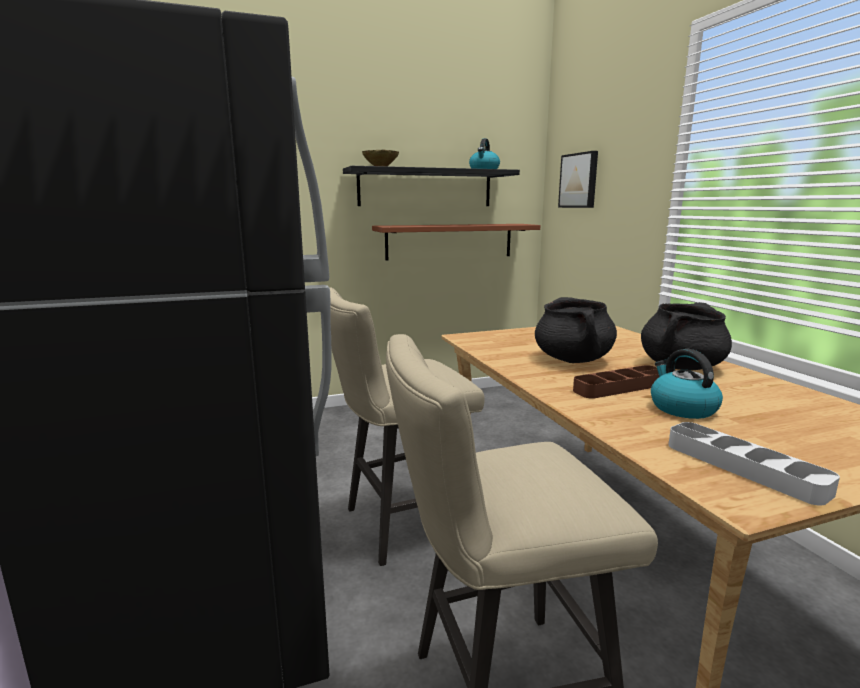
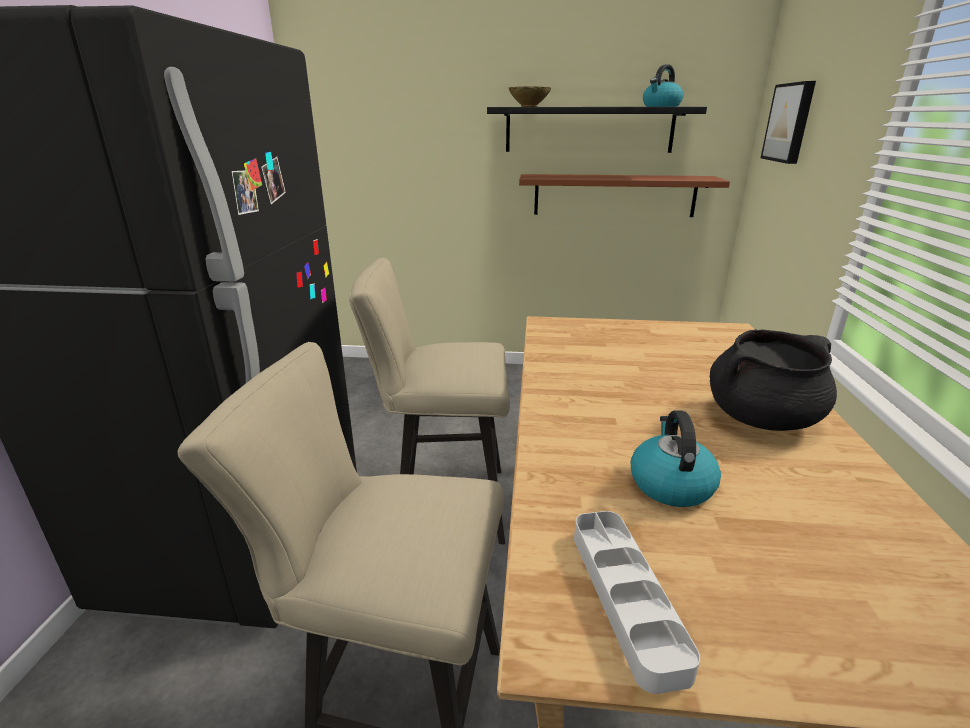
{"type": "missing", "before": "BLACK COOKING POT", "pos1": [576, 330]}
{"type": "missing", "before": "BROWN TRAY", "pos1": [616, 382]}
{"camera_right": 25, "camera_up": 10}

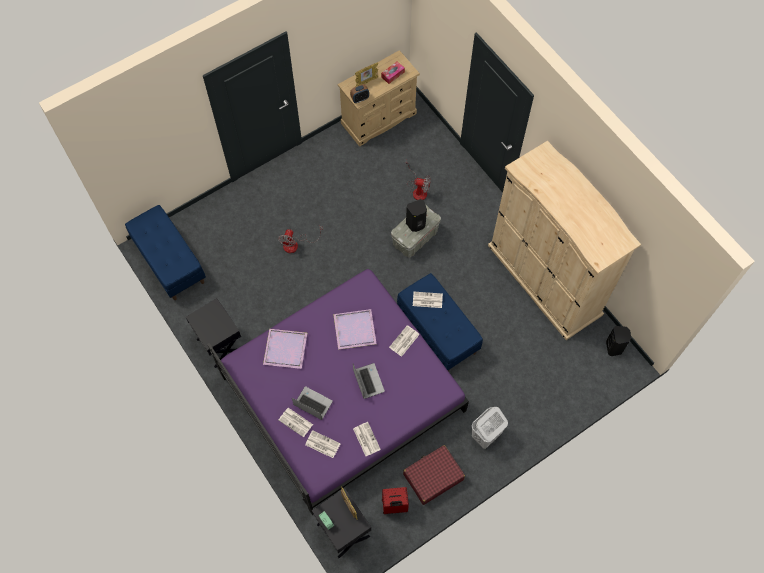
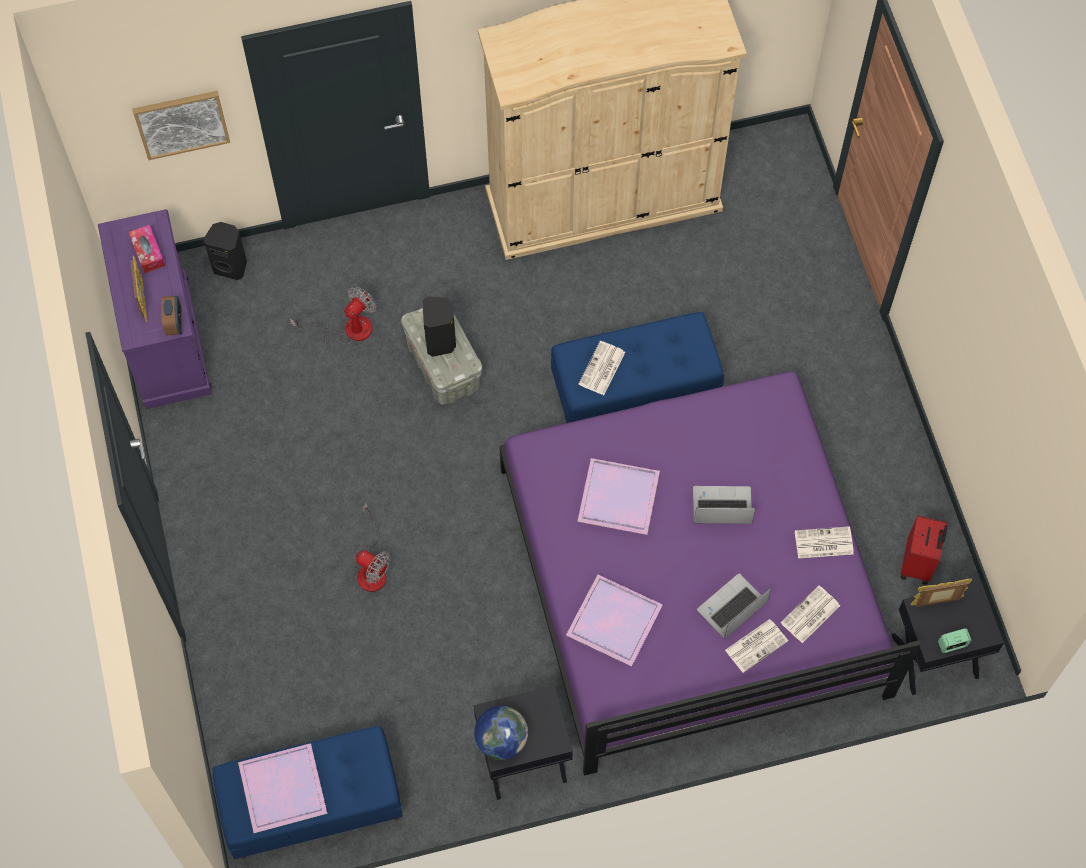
{"type": "missing", "before": "NEWSPAPER", "pos1": [404, 341]}
{"type": "missing", "before": "RED SUITCASE", "pos1": [434, 475]}
{"type": "missing", "before": "WHITE LAUNDRY BASKET", "pos1": [490, 428]}
{"type": "appeared", "after": "PICTURE", "pos2": [181, 125]}
{"type": "appeared", "after": "PURPLE TRAY", "pos2": [282, 788]}
{"type": "appeared", "after": "GLOBE", "pos2": [501, 733]}
{"type": "relocated", "before": "BLACK SPEAKER", "pos1": [618, 341], "pos2": [225, 251]}
{"type": "colour", "before": "BEIGE DRESSER", "after": "PURPLE DRESSER", "pos1": [379, 98], "pos2": [155, 309]}
{"camera_right": -70, "camera_up": 0}

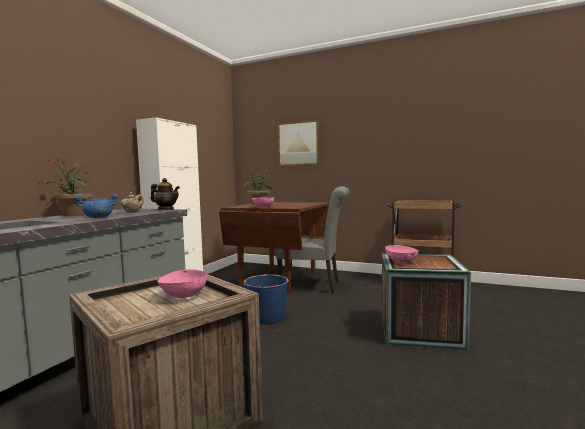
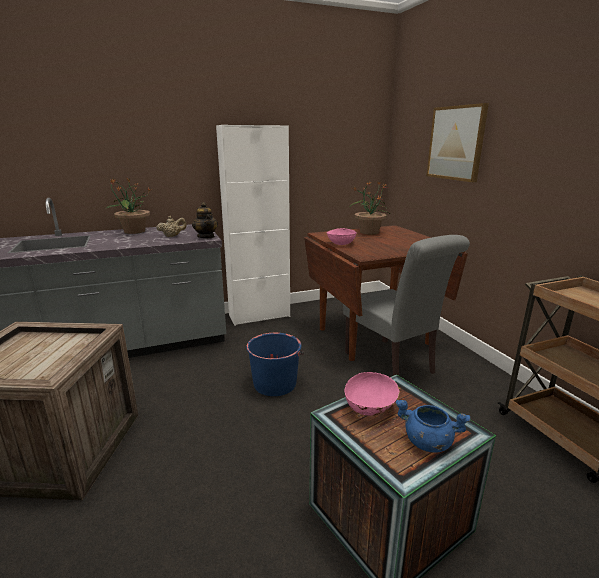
{"type": "missing", "before": "PINK BOWL", "pos1": [182, 283]}
{"type": "relocated", "before": "BLUE COOKING POT", "pos1": [96, 206], "pos2": [433, 426]}
{"camera_right": 45, "camera_up": 15}

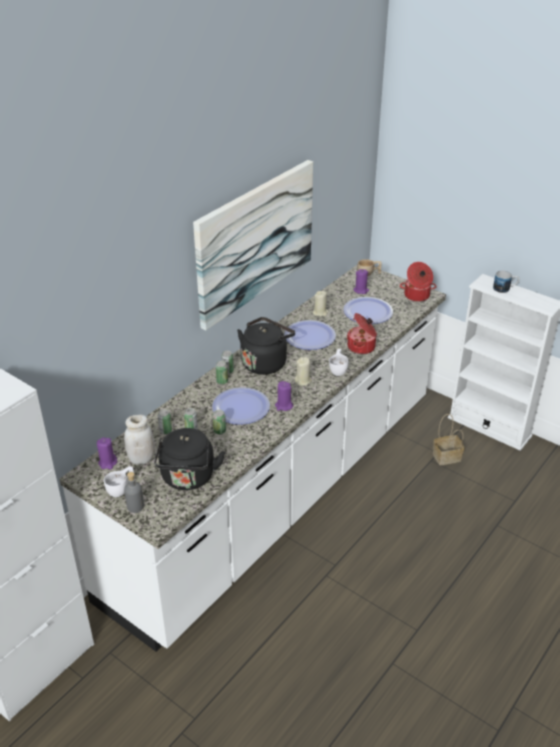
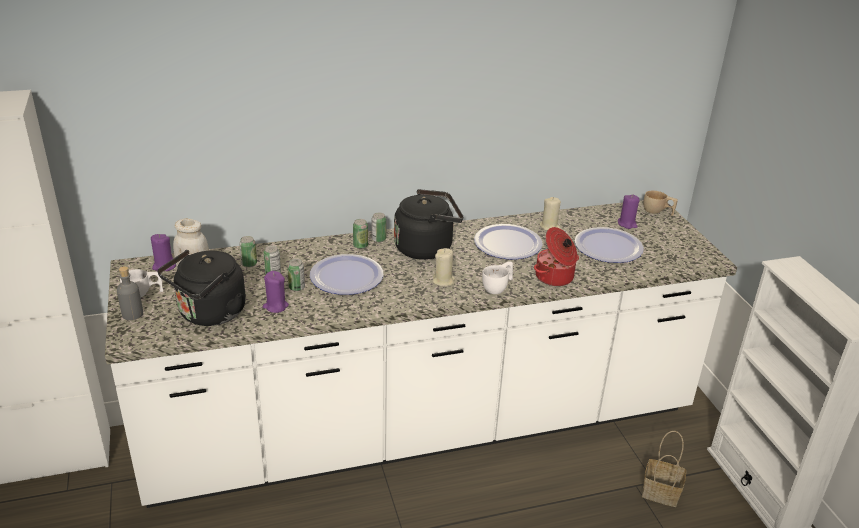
{"type": "missing", "before": "PICTURE", "pos1": [253, 245]}
{"type": "missing", "before": "COOKING POT", "pos1": [418, 282]}
{"type": "missing", "before": "MUG", "pos1": [506, 282]}
{"type": "relocated", "before": "PURPLE CANDLE", "pos1": [284, 396], "pos2": [276, 292]}
{"camera_right": 35, "camera_up": -5}

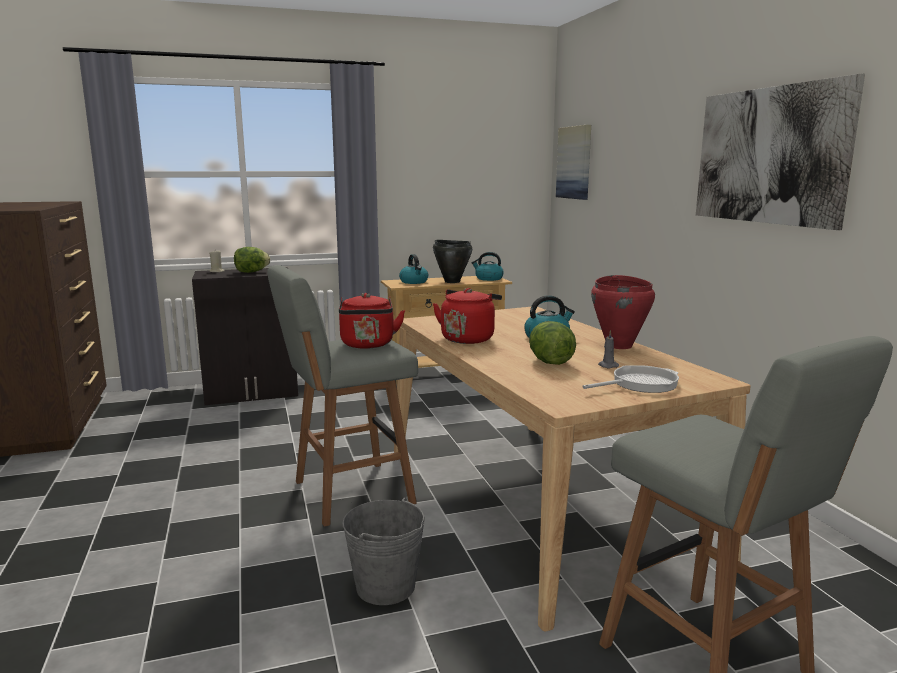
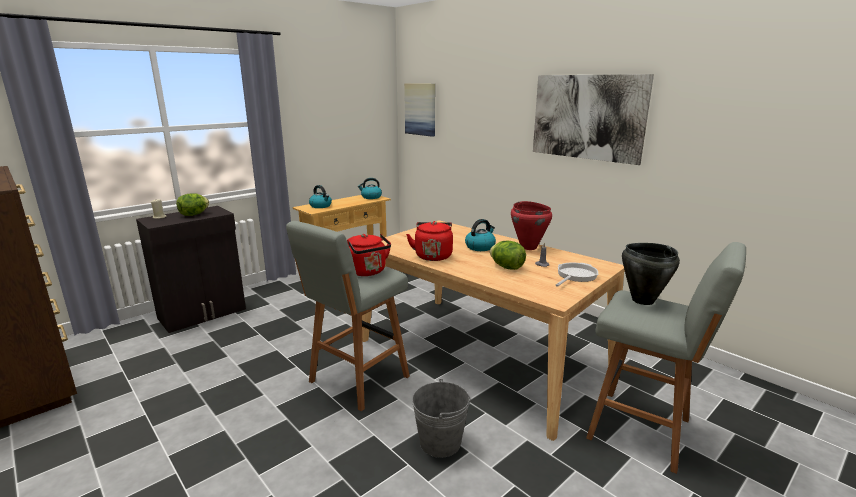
{"type": "relocated", "before": "BLACK COOKING POT", "pos1": [452, 261], "pos2": [651, 274]}
{"camera_right": -25, "camera_up": 5}

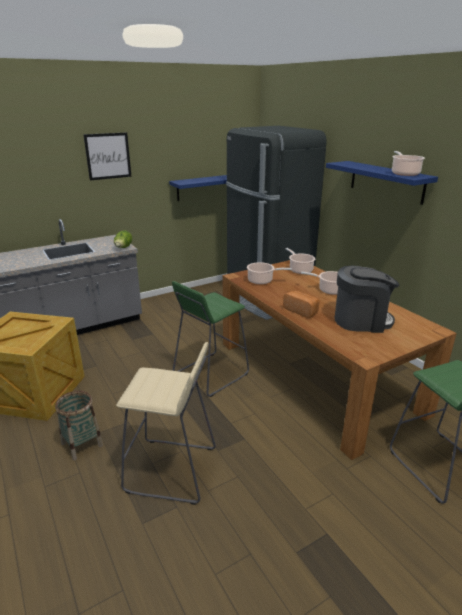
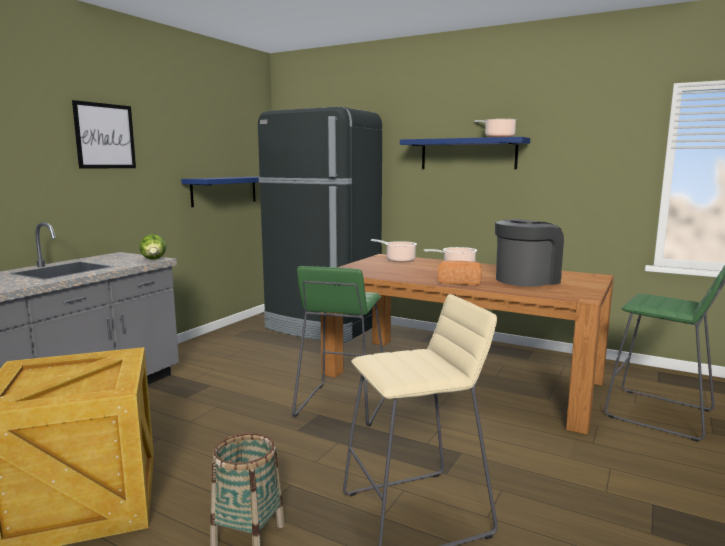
{"type": "missing", "before": "COOKING POT", "pos1": [269, 273]}
{"camera_right": -30, "camera_up": -15}

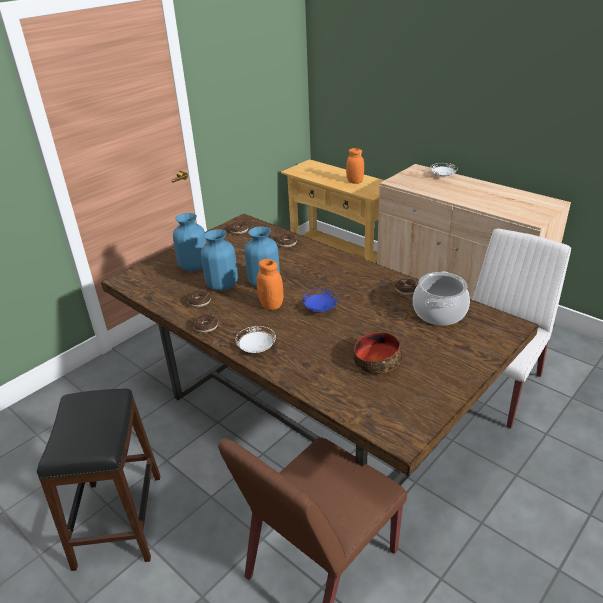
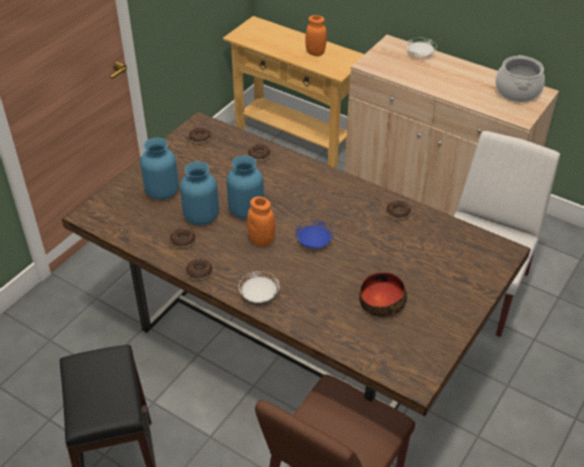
{"type": "relocated", "before": "COOKING POT", "pos1": [441, 298], "pos2": [520, 78]}
{"camera_right": -10, "camera_up": 10}

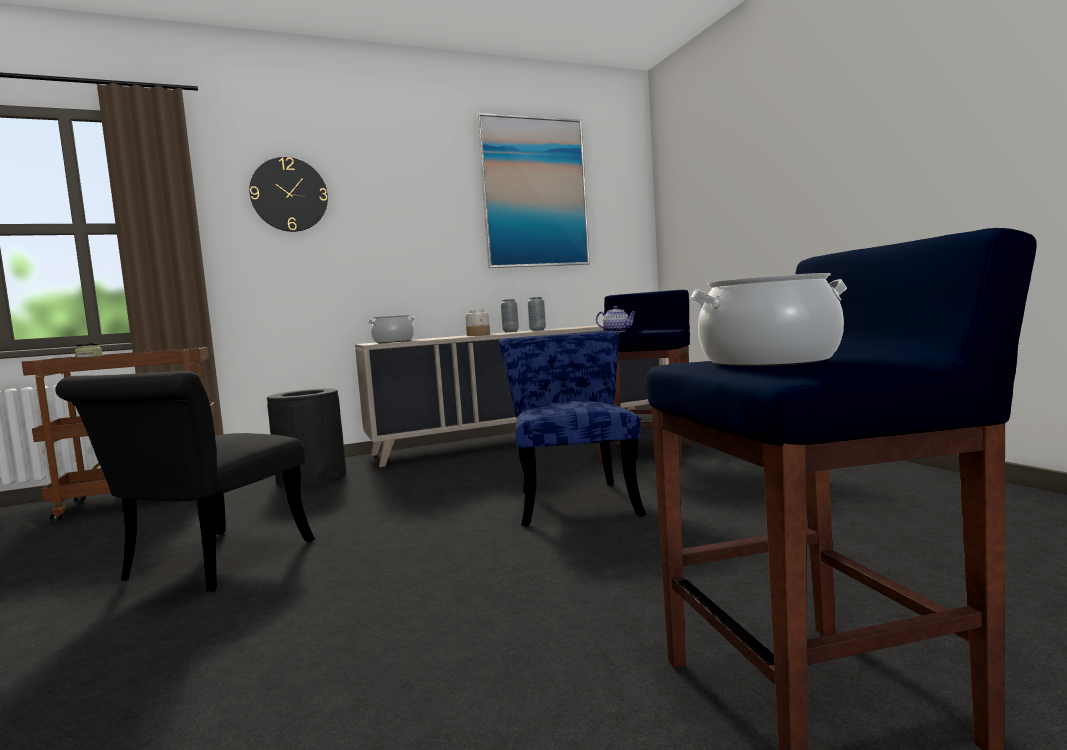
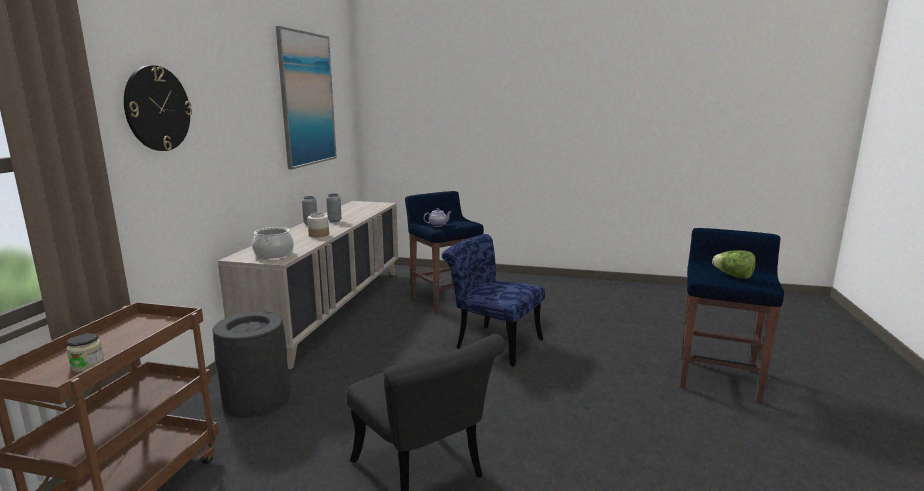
{"type": "exchanged", "before": "COOKING POT", "after": "LETTUCE", "pos1": [768, 320], "pos2": [734, 264]}
{"camera_right": -55, "camera_up": 10}

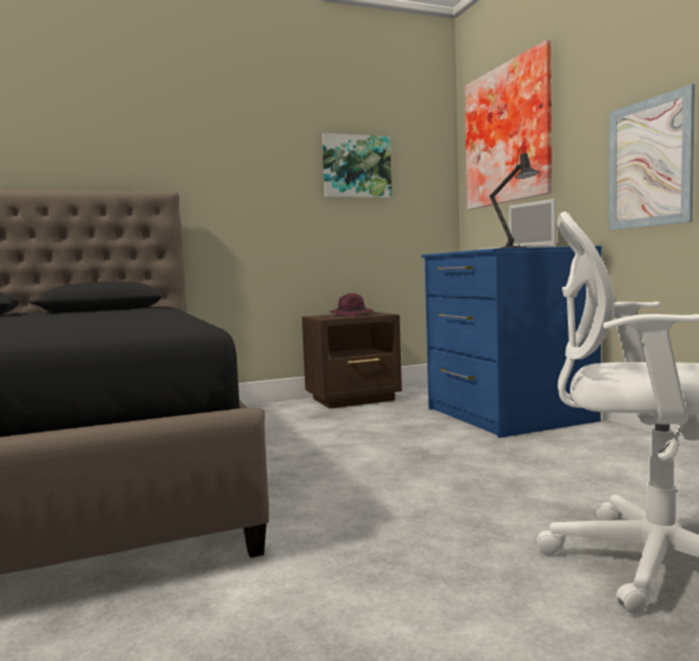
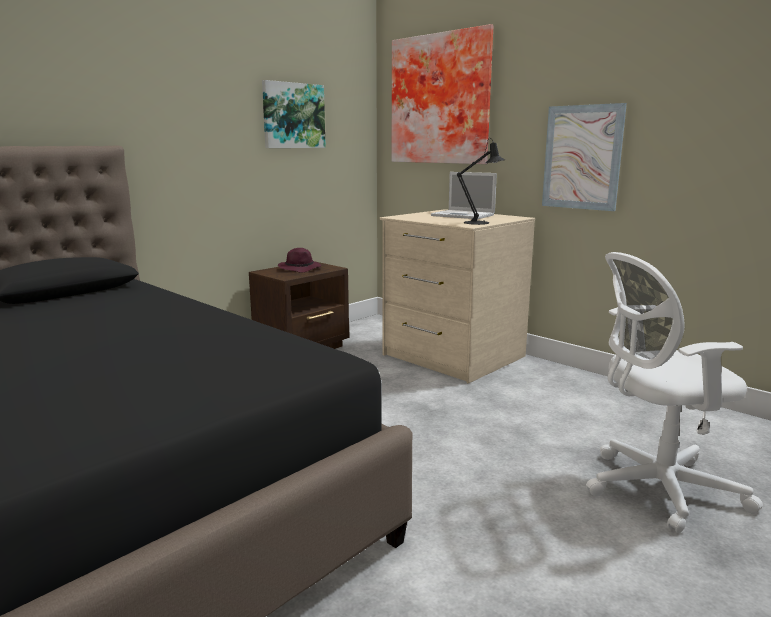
{"type": "colour", "before": "BLUE DRESSER", "after": "BEIGE DRESSER", "pos1": [511, 342], "pos2": [457, 296]}
{"camera_right": -25, "camera_up": 10}

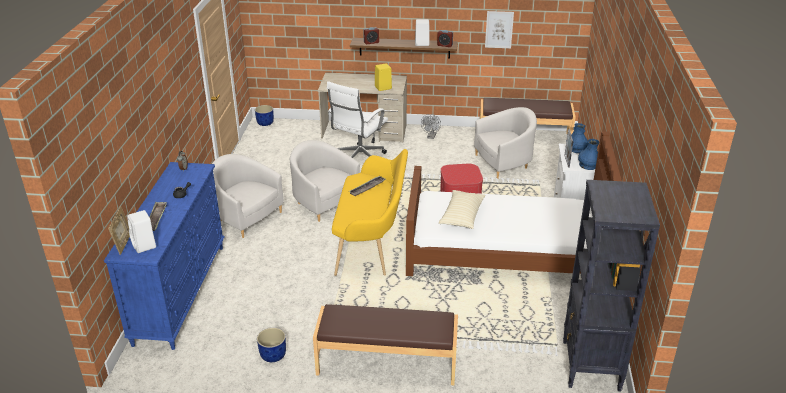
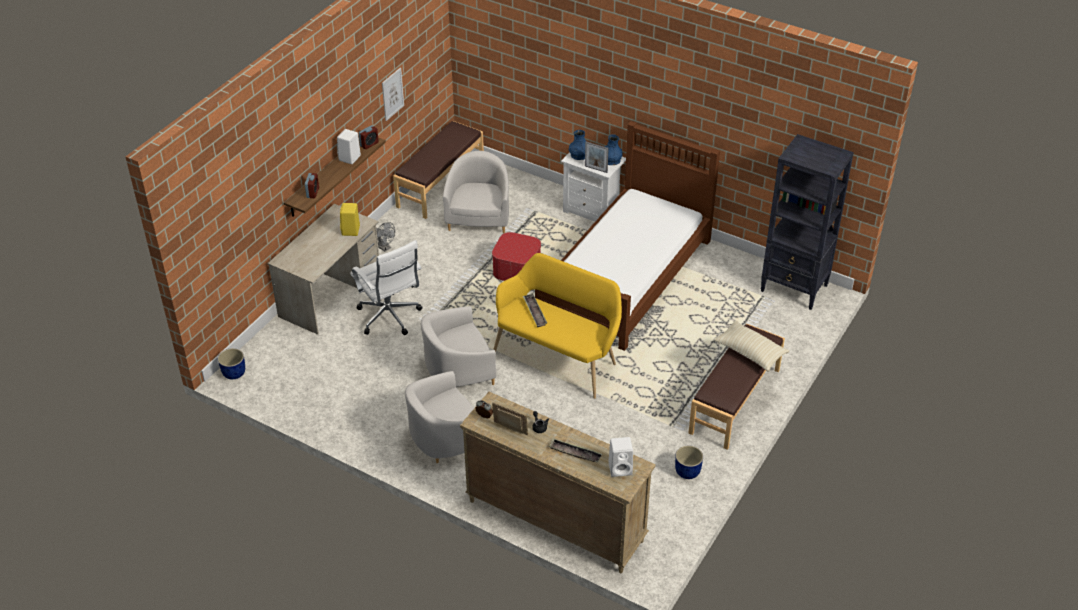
{"type": "relocated", "before": "PICTURE FRAME", "pos1": [119, 230], "pos2": [510, 418]}
{"type": "relocated", "before": "BEIGE PILLOW", "pos1": [462, 209], "pos2": [751, 346]}
{"type": "colour", "before": "BLUE DRESSER", "after": "BEIGE DRESSER", "pos1": [164, 256], "pos2": [558, 482]}
{"camera_right": -65, "camera_up": 10}

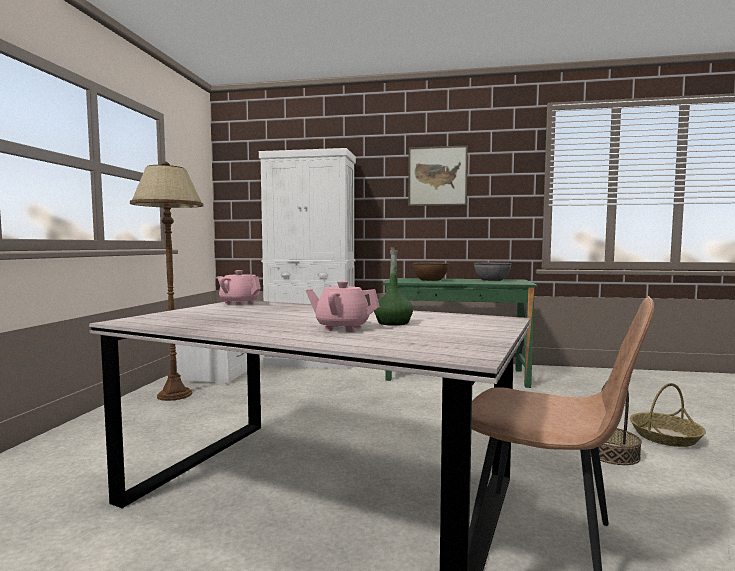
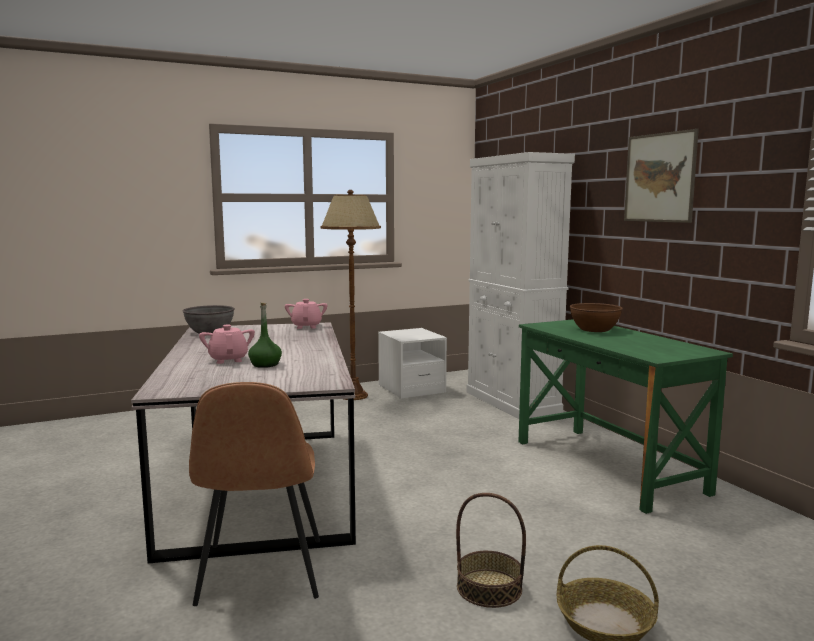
{"type": "relocated", "before": "GREY BOWL", "pos1": [492, 271], "pos2": [208, 319]}
{"camera_right": 55, "camera_up": 5}

